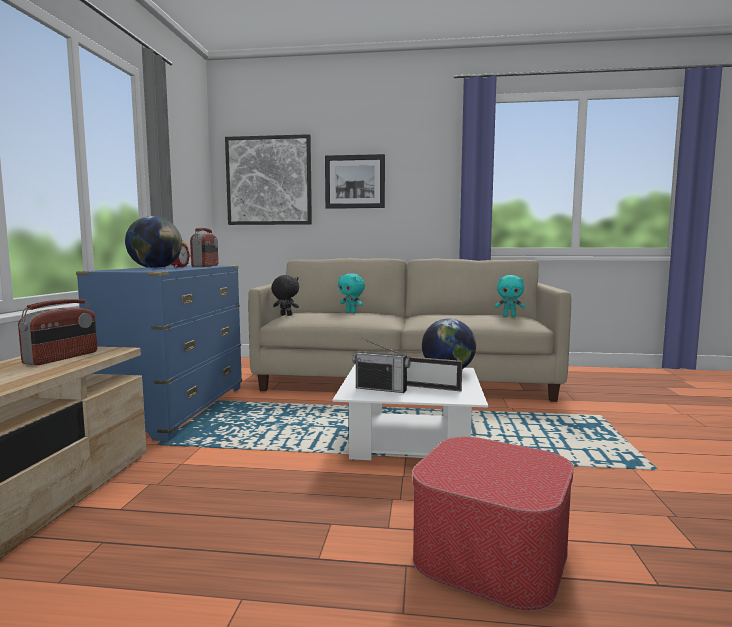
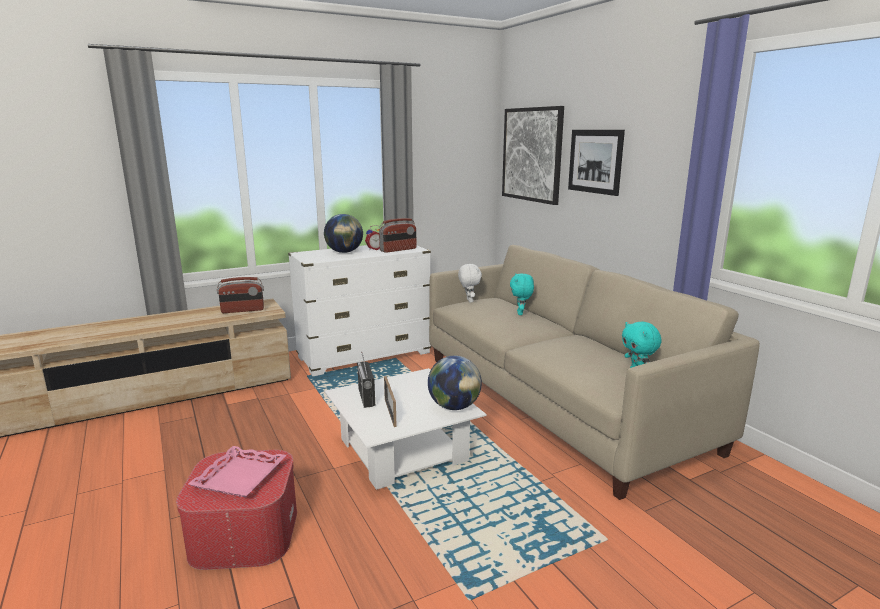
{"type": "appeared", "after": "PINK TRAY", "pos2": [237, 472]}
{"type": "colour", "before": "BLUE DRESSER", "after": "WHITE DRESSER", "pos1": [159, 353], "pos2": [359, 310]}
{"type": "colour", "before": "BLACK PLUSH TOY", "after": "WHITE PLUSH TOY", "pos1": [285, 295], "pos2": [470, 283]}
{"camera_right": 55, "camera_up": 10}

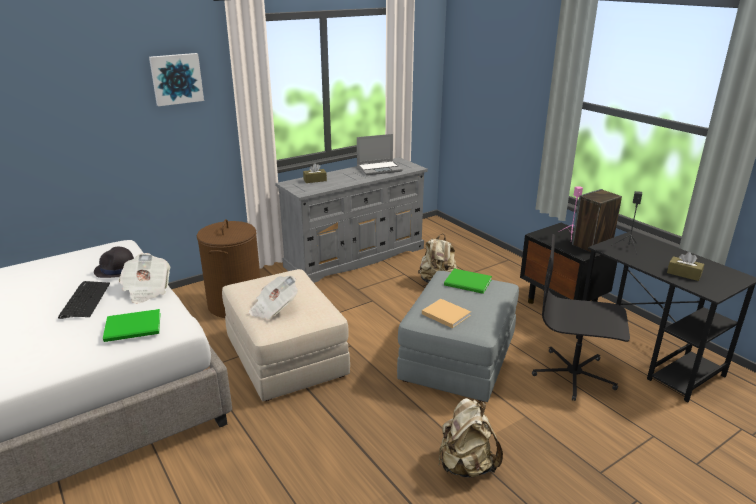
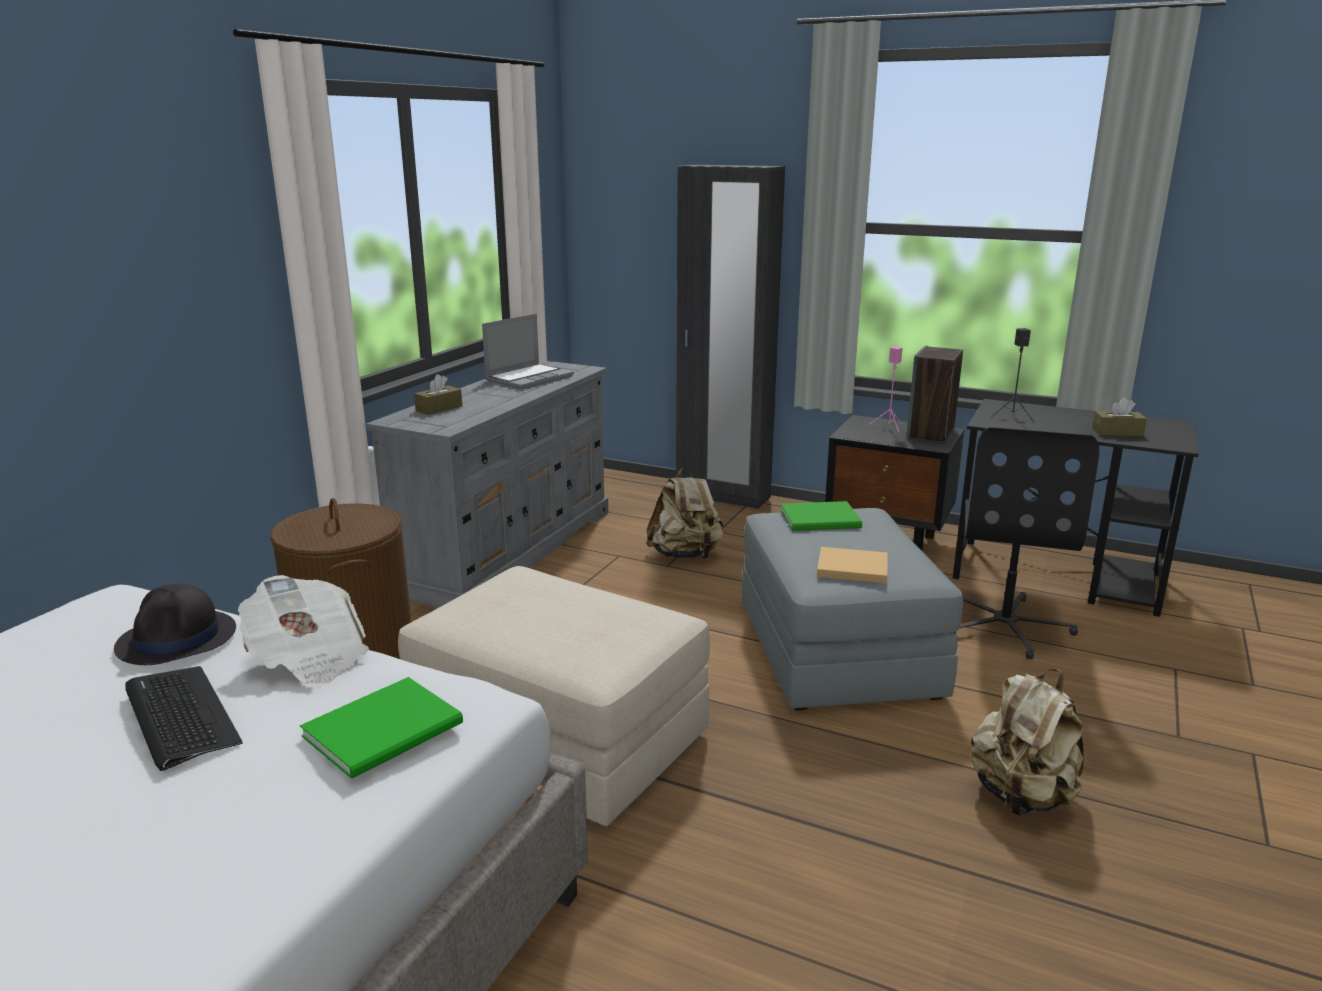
{"type": "missing", "before": "PICTURE", "pos1": [176, 79]}
{"type": "missing", "before": "NEWSPAPER", "pos1": [273, 297]}
{"type": "appeared", "after": "BLACK WARDROBE", "pos2": [730, 337]}
{"type": "spun", "before": "BLACK OFFICE CHAIR", "pos1": [581, 317], "pos2": [1027, 543], "turn": -60}
{"camera_right": -30, "camera_up": -5}

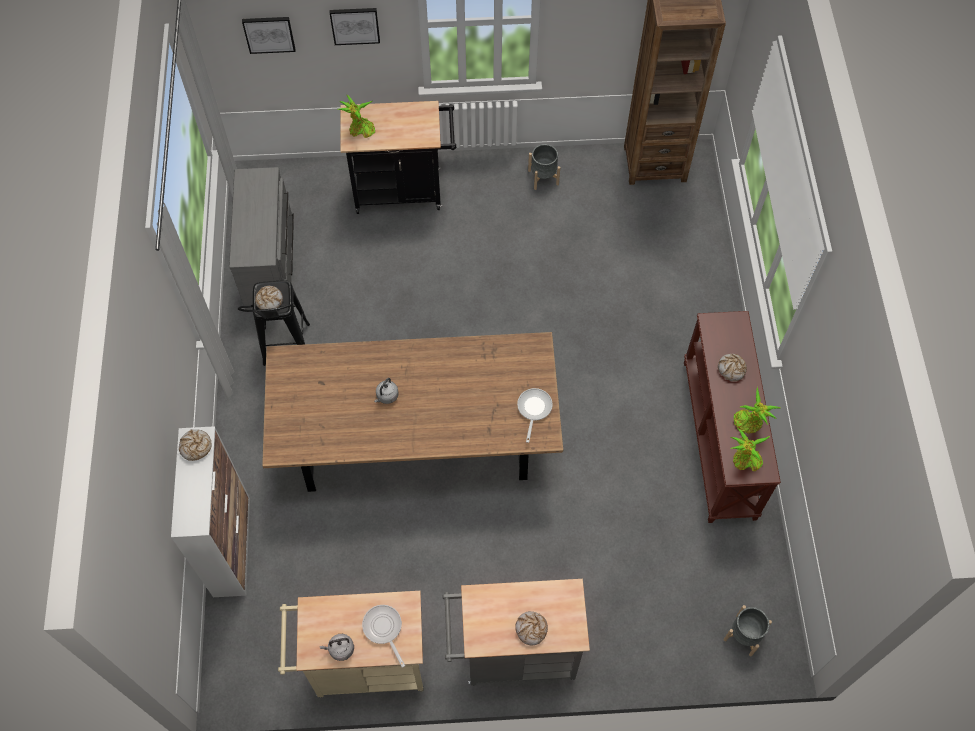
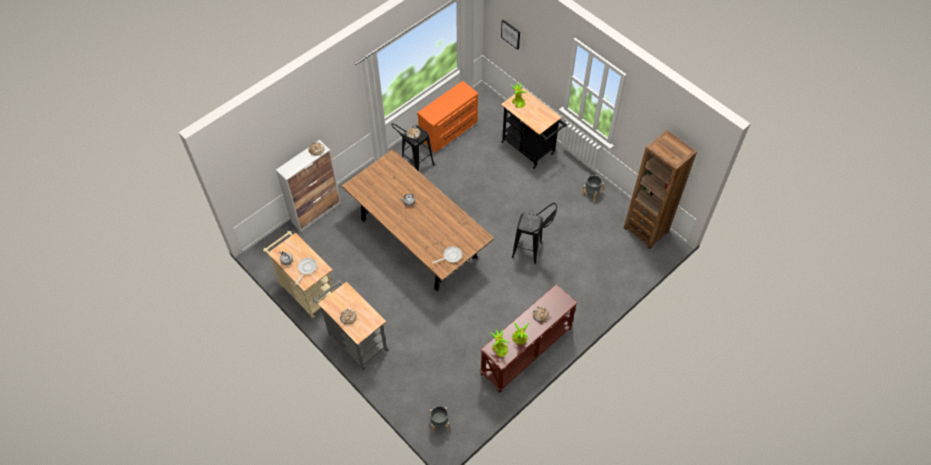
{"type": "missing", "before": "PICTURE", "pos1": [355, 26]}
{"type": "appeared", "after": "BLACK STOOL", "pos2": [534, 233]}
{"type": "colour", "before": "GREY DRESSER", "after": "ORANGE DRESSER", "pos1": [261, 238], "pos2": [448, 117]}
{"camera_right": 50, "camera_up": -5}

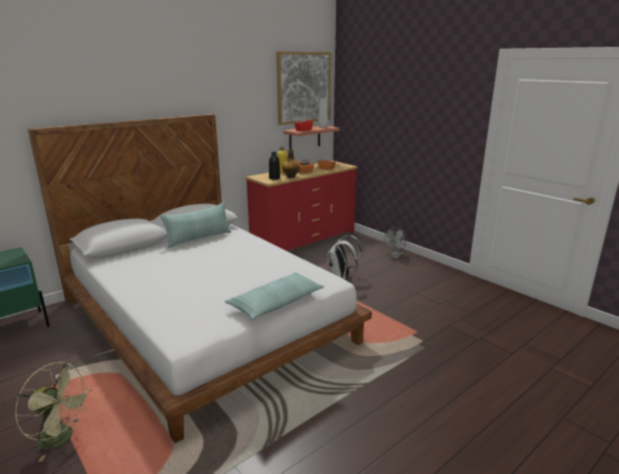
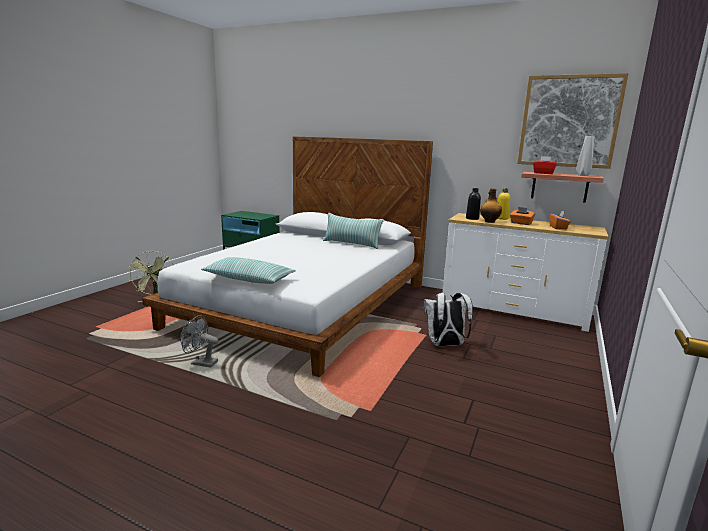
{"type": "relocated", "before": "GREY FAN", "pos1": [395, 243], "pos2": [199, 341]}
{"type": "colour", "before": "RED DRESSER", "after": "WHITE DRESSER", "pos1": [301, 206], "pos2": [526, 272]}
{"camera_right": 65, "camera_up": -5}

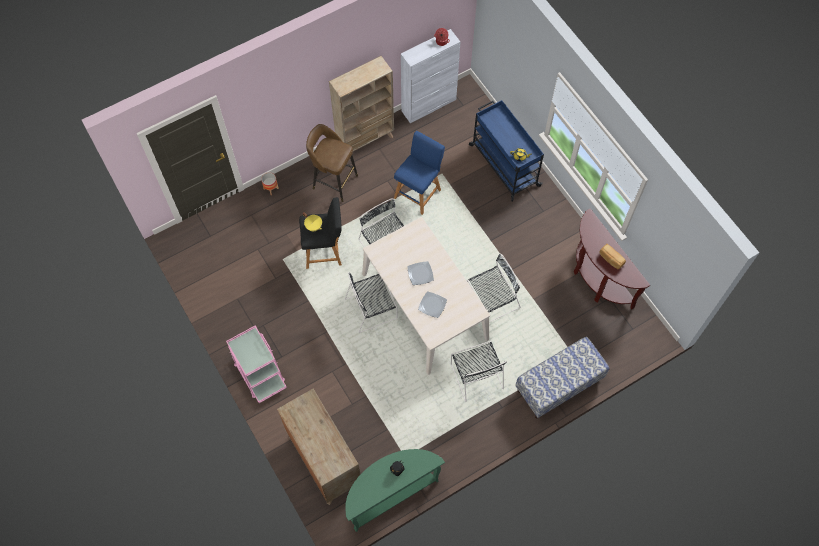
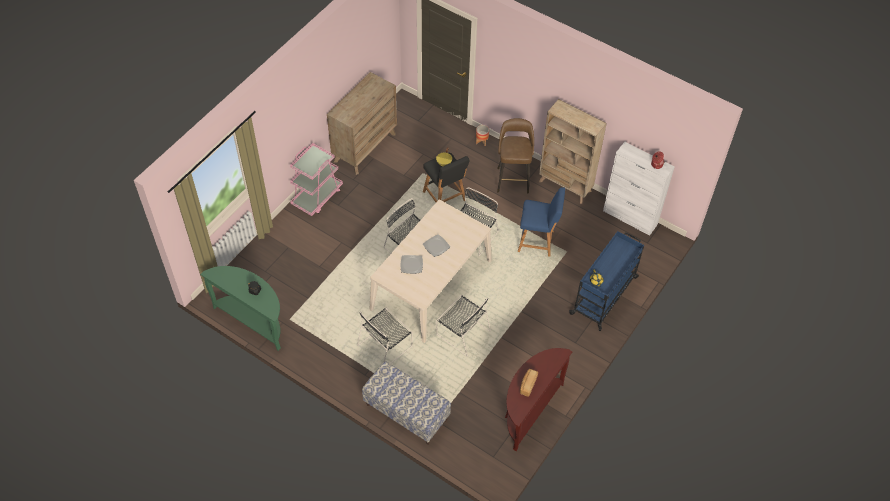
{"type": "relocated", "before": "BROWN DRESSER", "pos1": [318, 447], "pos2": [362, 123]}
{"camera_right": 65, "camera_up": -10}

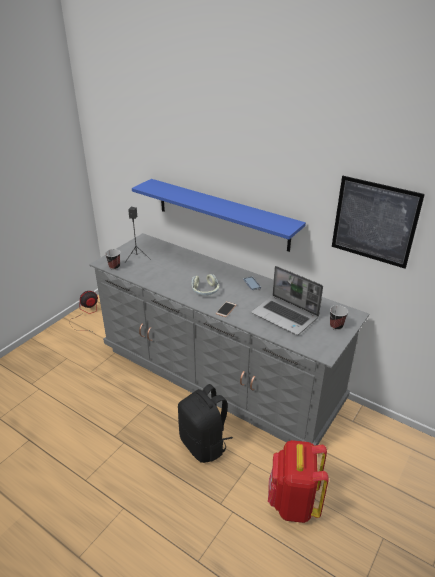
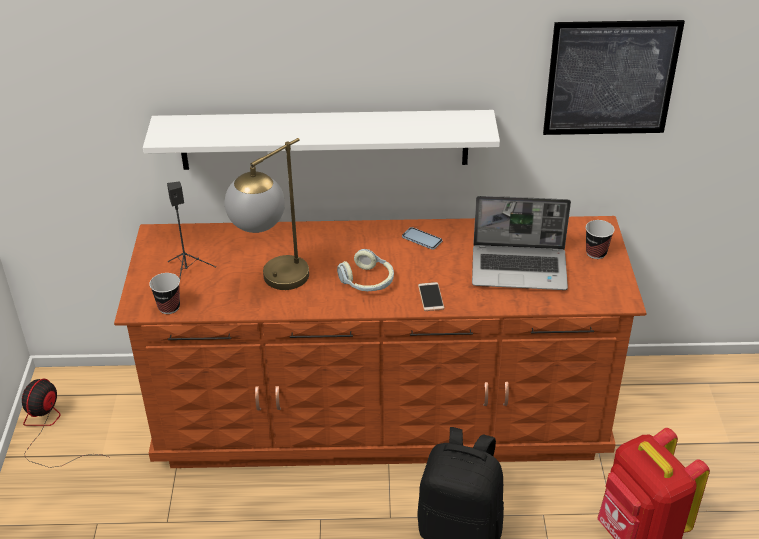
{"type": "appeared", "after": "TABLE LAMP", "pos2": [266, 214]}
{"type": "colour", "before": "GREY DRESSER", "after": "BROWN DRESSER", "pos1": [229, 339], "pos2": [380, 342]}
{"type": "colour", "before": "BLUE SHELF", "after": "WHITE SHELF", "pos1": [219, 215], "pos2": [321, 140]}
{"camera_right": -35, "camera_up": 5}

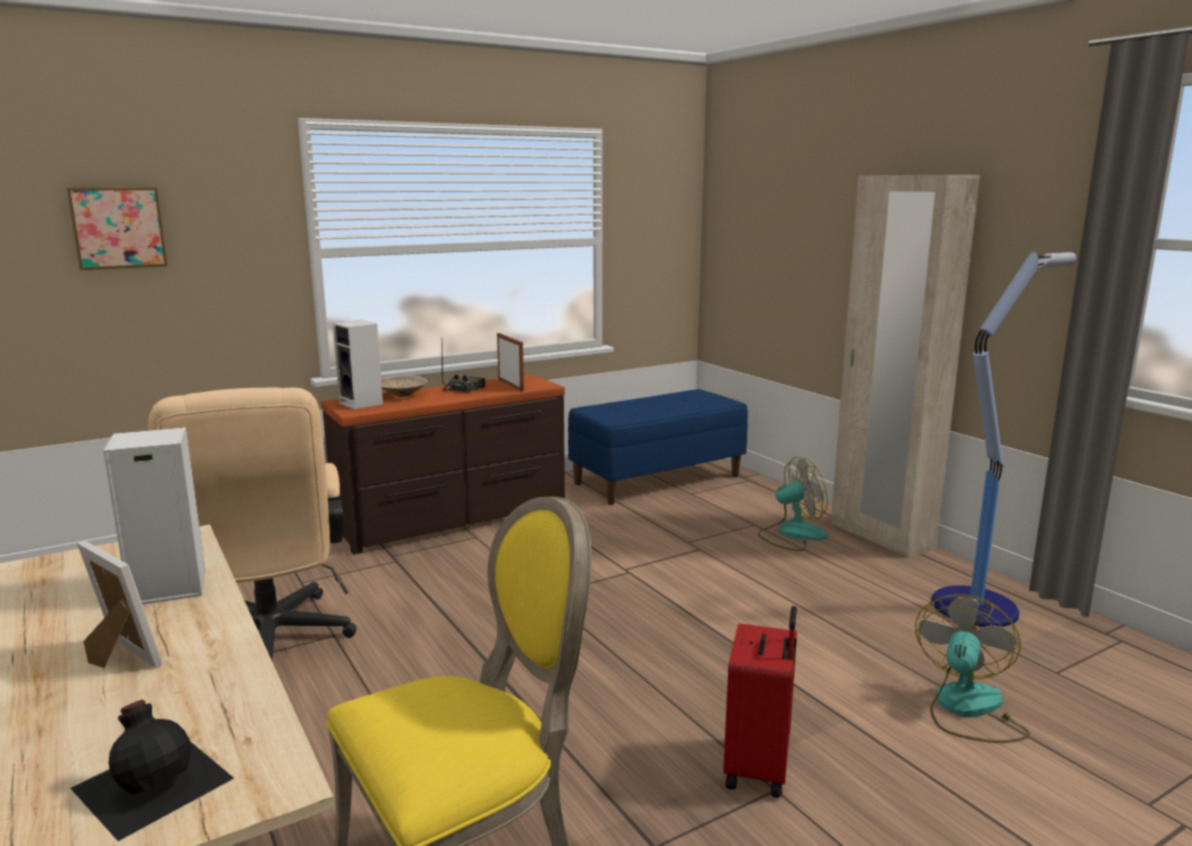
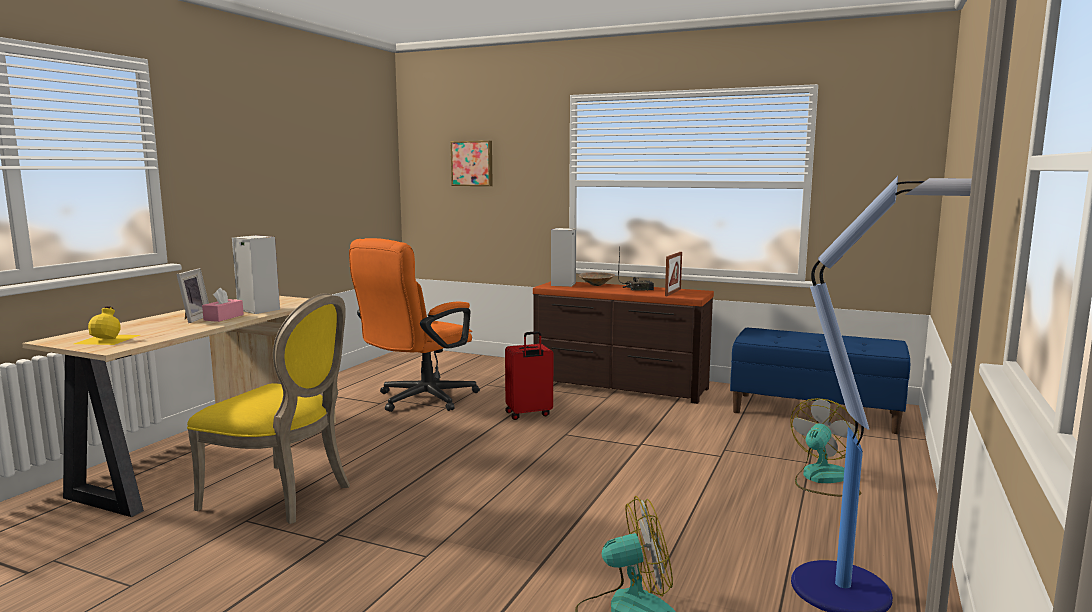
{"type": "missing", "before": "BEIGE WARDROBE", "pos1": [906, 366]}
{"type": "appeared", "after": "PINK TISSUE BOX", "pos2": [223, 305]}
{"type": "relocated", "before": "RED SUITCASE", "pos1": [760, 702], "pos2": [529, 375]}
{"type": "colour", "before": "BLACK BOTTLE", "after": "YELLOW BOTTLE", "pos1": [152, 770], "pos2": [107, 325]}
{"type": "colour", "before": "BEIGE OFFICE CHAIR", "after": "ORANGE OFFICE CHAIR", "pos1": [252, 523], "pos2": [414, 325]}
{"type": "spun", "before": "FAN", "pos1": [793, 504], "pos2": [825, 447], "turn": -90}
{"camera_right": 55, "camera_up": -5}

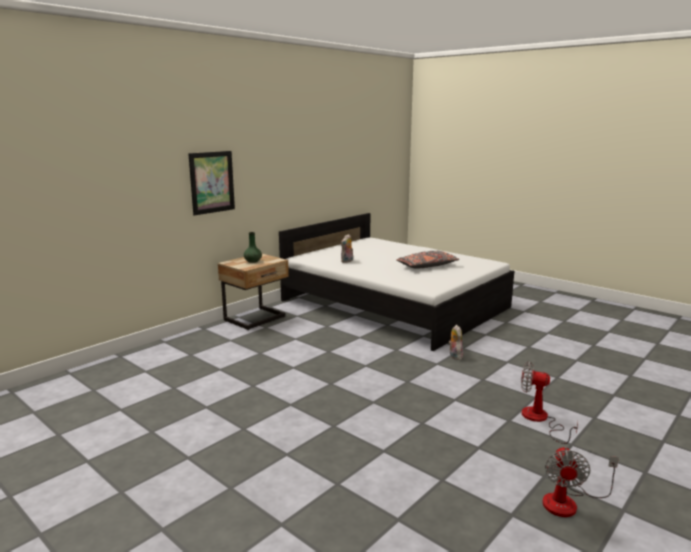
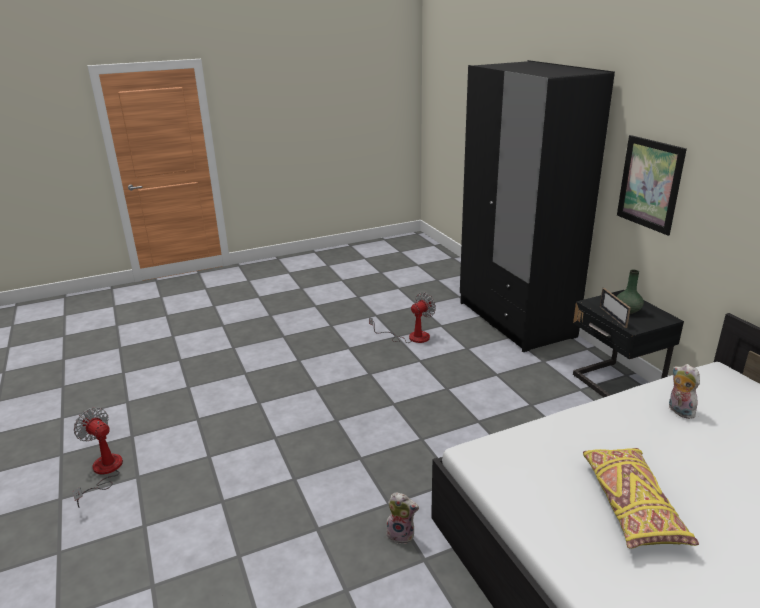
{"type": "appeared", "after": "BLACK WARDROBE", "pos2": [537, 206]}
{"type": "appeared", "after": "PICTURE FRAME", "pos2": [615, 308]}
{"type": "relocated", "before": "FAN", "pos1": [549, 403], "pos2": [402, 318]}
{"type": "colour", "before": "BEIGE NIGHTSTAND", "after": "BLACK NIGHTSTAND", "pos1": [253, 292], "pos2": [628, 343]}
{"type": "colour", "before": "GREY PILLOW", "after": "YELLOW PILLOW", "pos1": [427, 259], "pos2": [641, 498]}
{"camera_right": 115, "camera_up": 10}

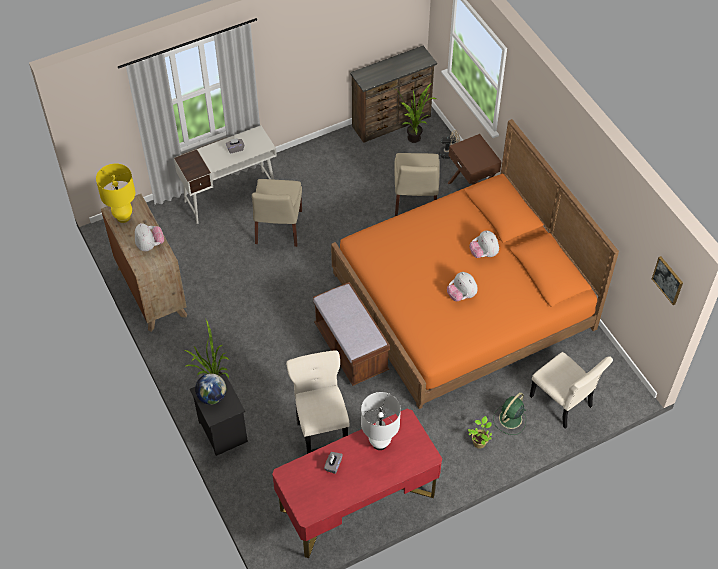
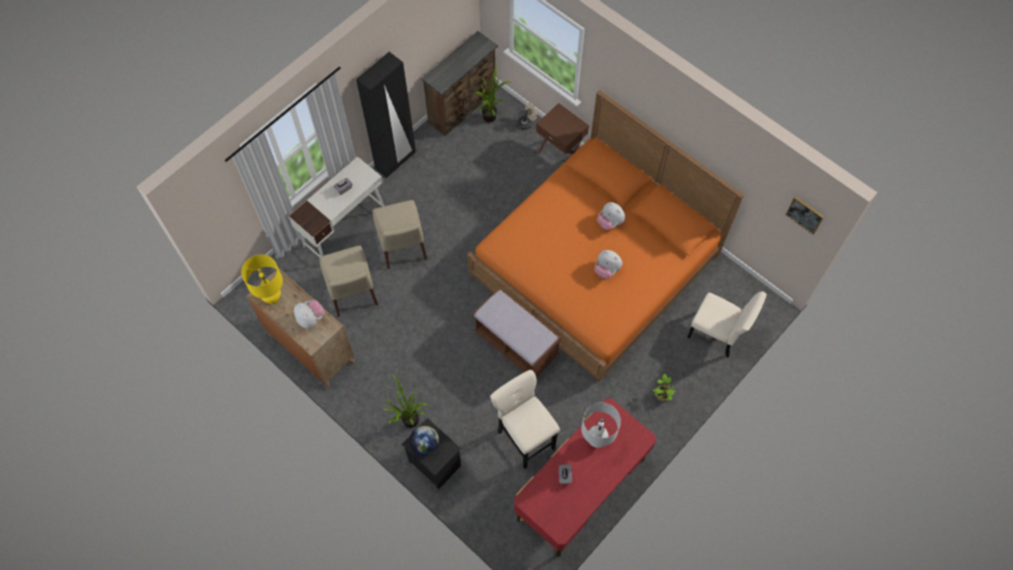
{"type": "missing", "before": "GREEN FAN", "pos1": [509, 414]}
{"type": "appeared", "after": "BLACK WARDROBE", "pos2": [386, 115]}
{"type": "relocated", "before": "BEIGE CHAIR", "pos1": [417, 184], "pos2": [348, 281]}
{"camera_right": -20, "camera_up": 10}

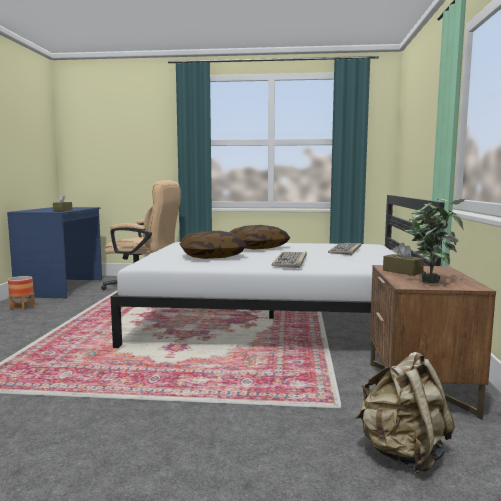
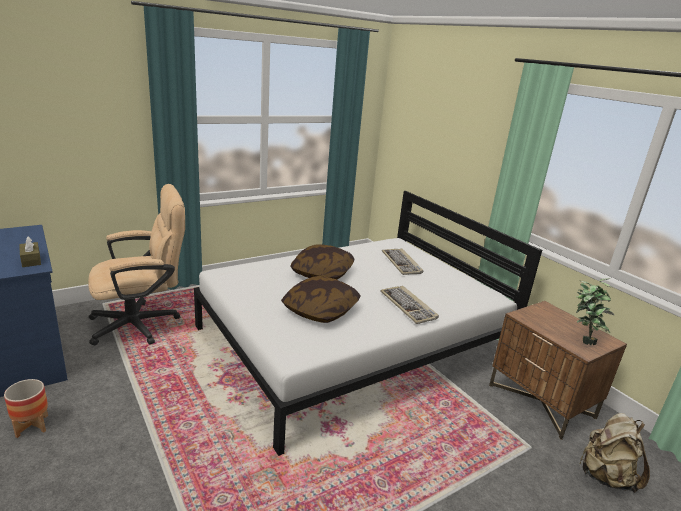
{"type": "missing", "before": "BROWN TISSUE BOX", "pos1": [403, 259]}
{"camera_right": -40, "camera_up": 15}

